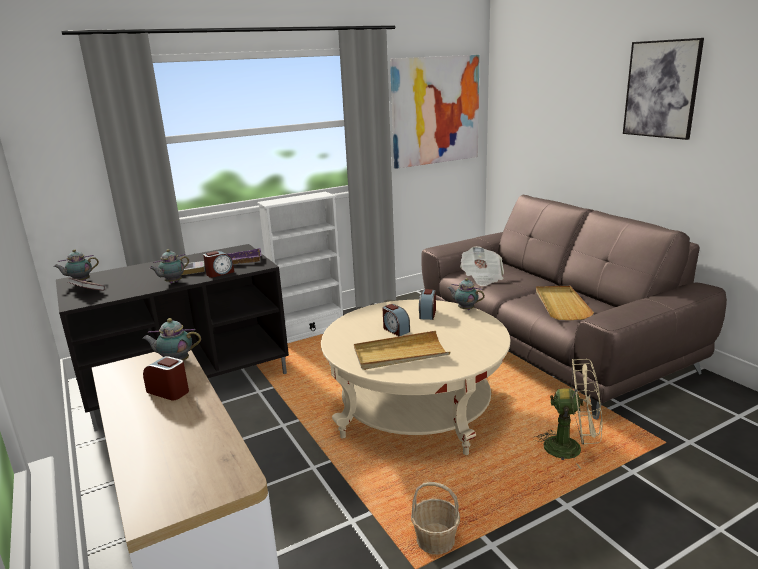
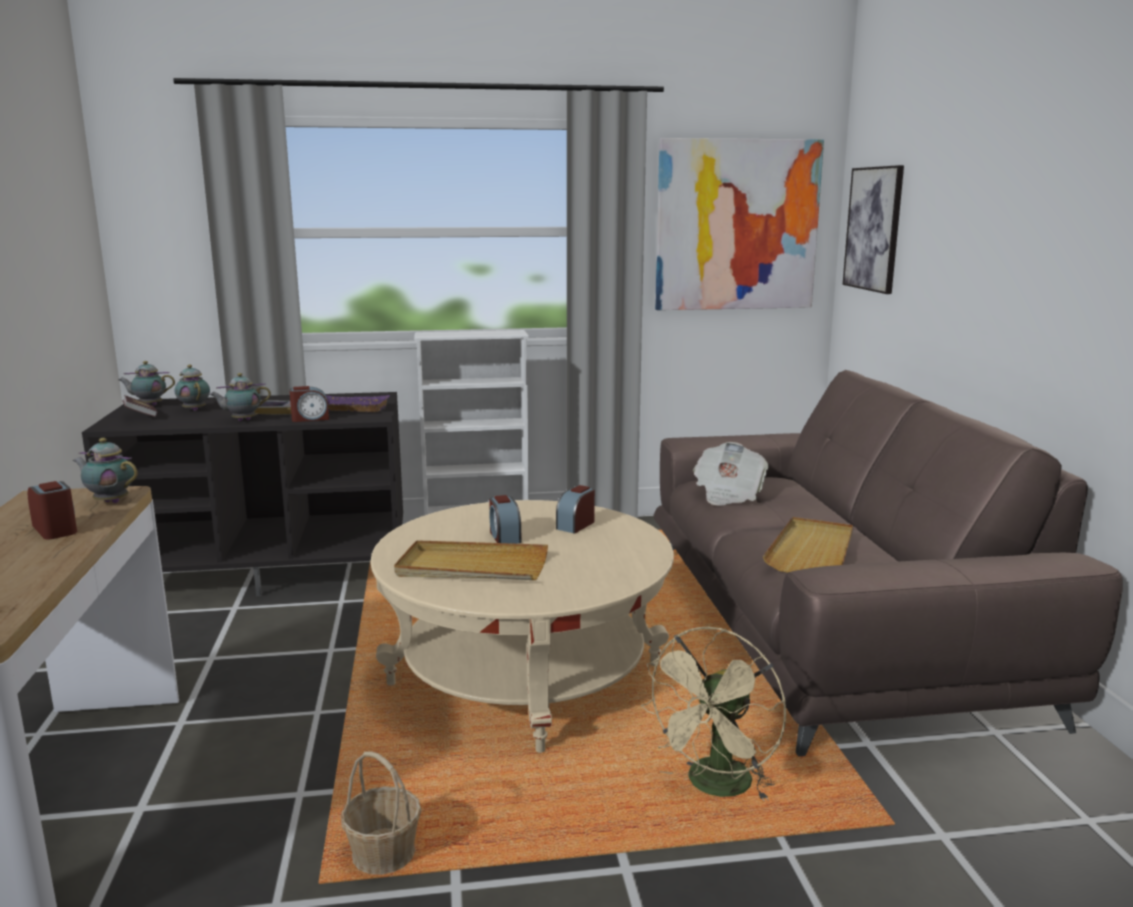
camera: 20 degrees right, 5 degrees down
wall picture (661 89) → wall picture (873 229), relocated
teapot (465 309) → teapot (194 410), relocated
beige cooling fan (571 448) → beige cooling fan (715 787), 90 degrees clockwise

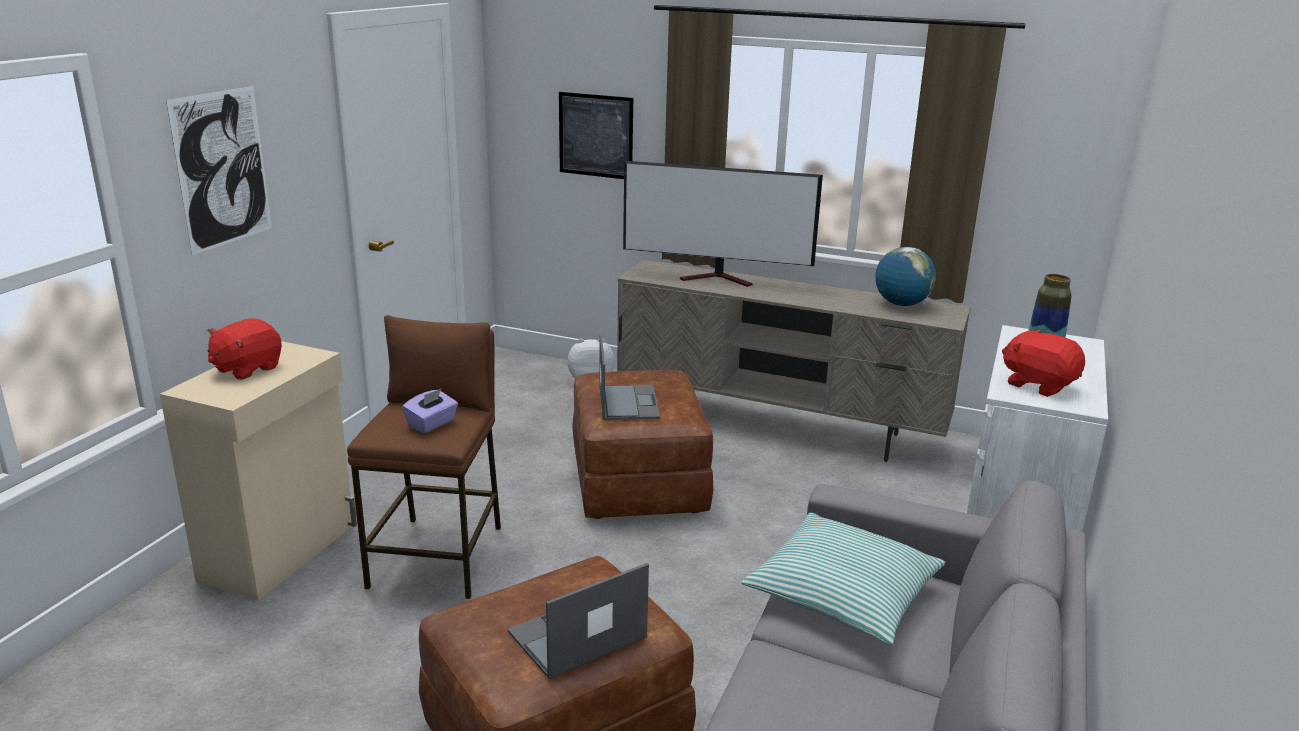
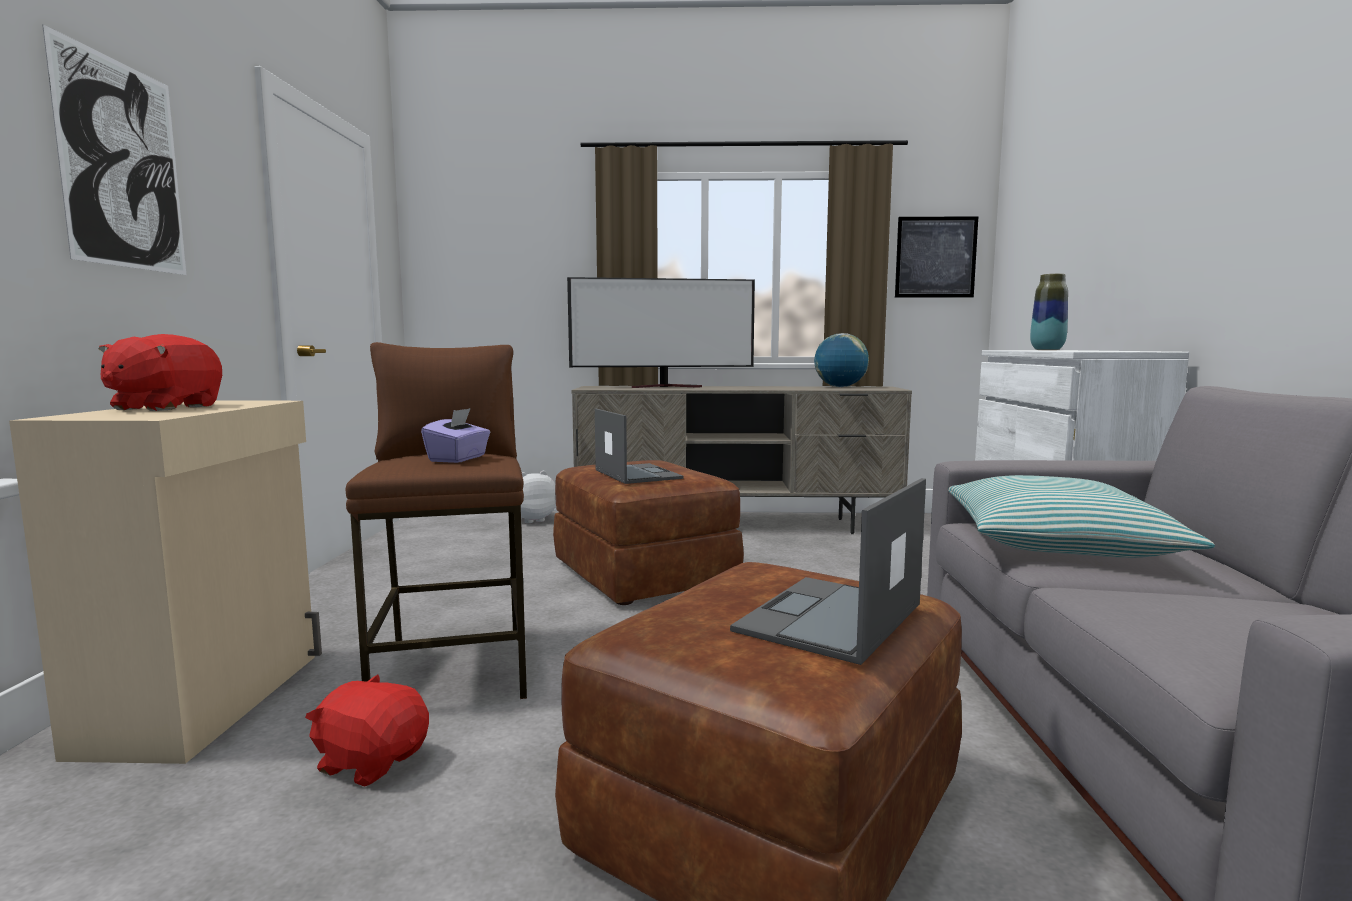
camera: 20 degrees left, 15 degrees down
wall picture (596 135) → wall picture (935 257), relocated
red cuddly toy (1039 384) → red cuddly toy (372 761), relocated

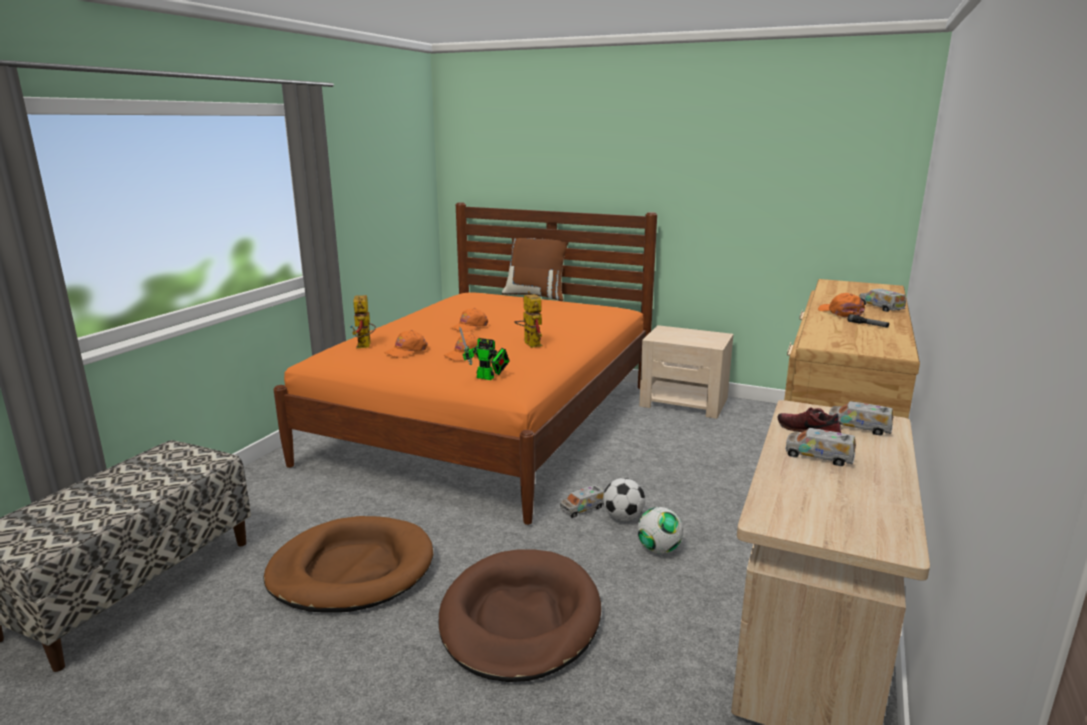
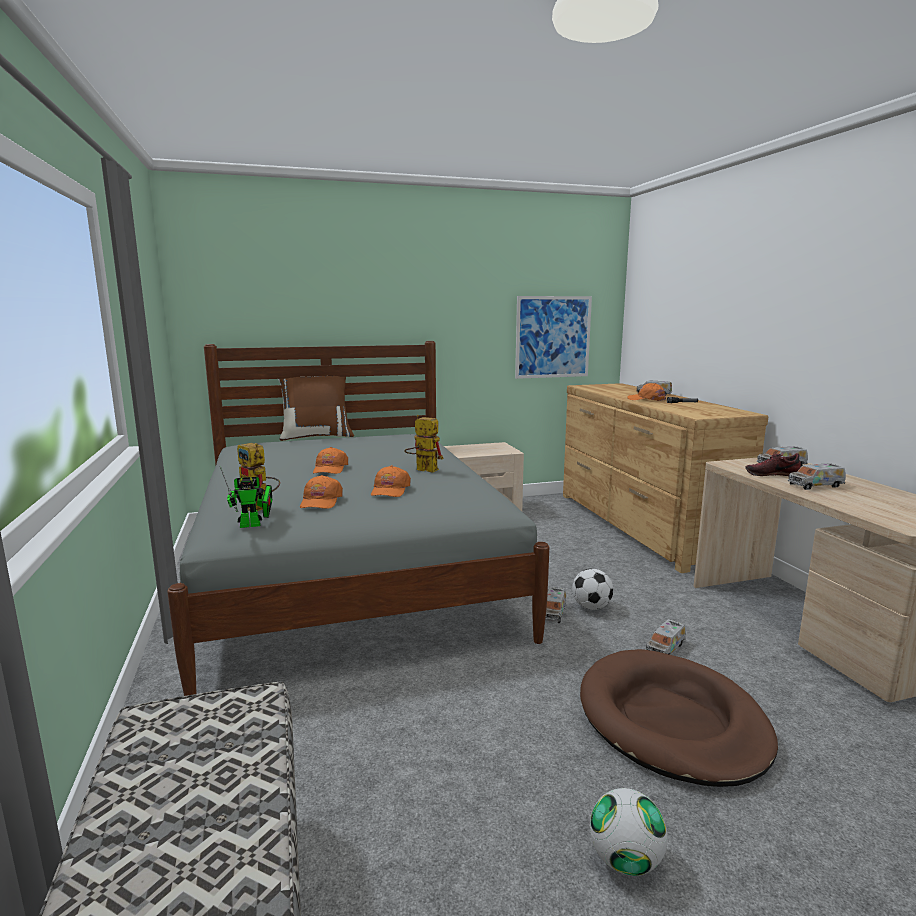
camera: 40 degrees left, 5 degrees down
orangey bed (489 422) → gray bed (350 573)
toy robot (487 378) → toy robot (254 525), relocated
football ball (658 549) → football ball (625 860), relocated
brown-coloured dog cushion (352 570) → -
- → wall picture (553 337)
- → toy truck (665 648)

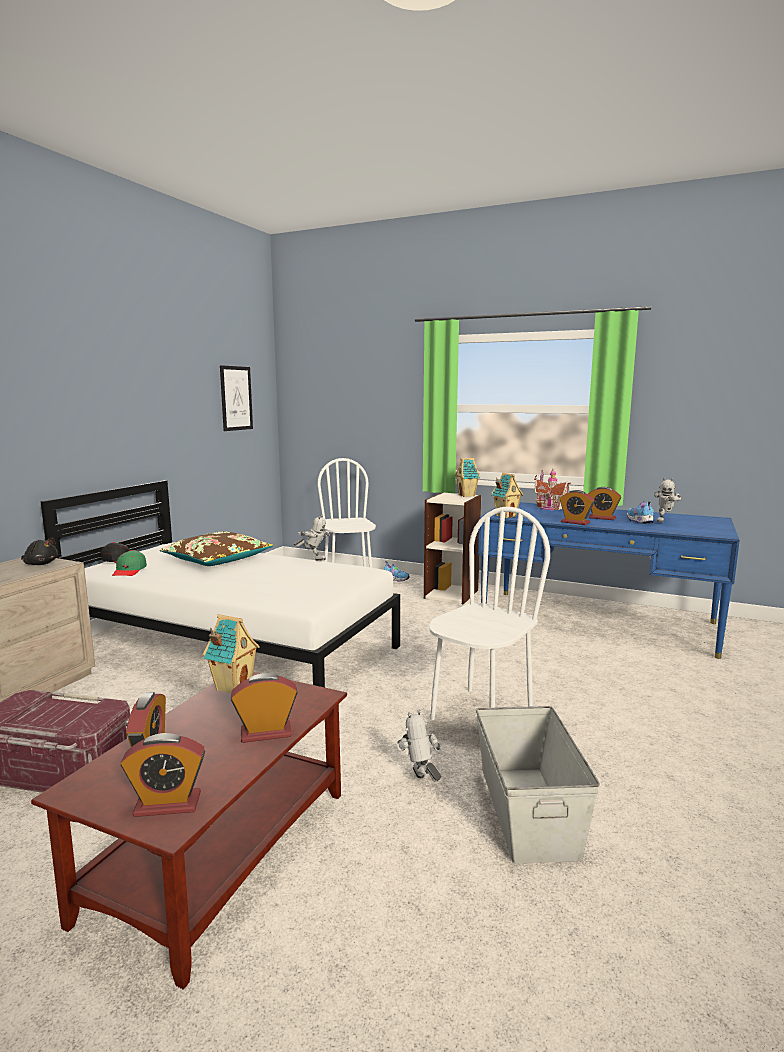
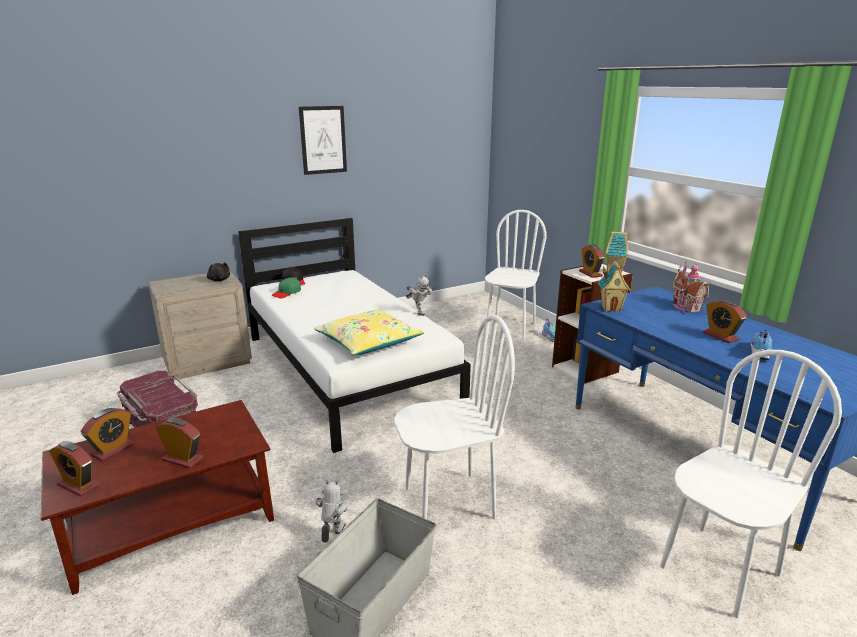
camera: 35 degrees right, 10 degrees up
wall picture (236 398) → wall picture (323 140), relocated
toy robot (664 521) → -
alarm clock (575 522) → alarm clock (590 274), relocated
brown-coloured throw pillow (217 560) → -
model house (233 687) → -
- → yellow-coloured throw pillow (368 342)
- → whitish plain chair (718 570)

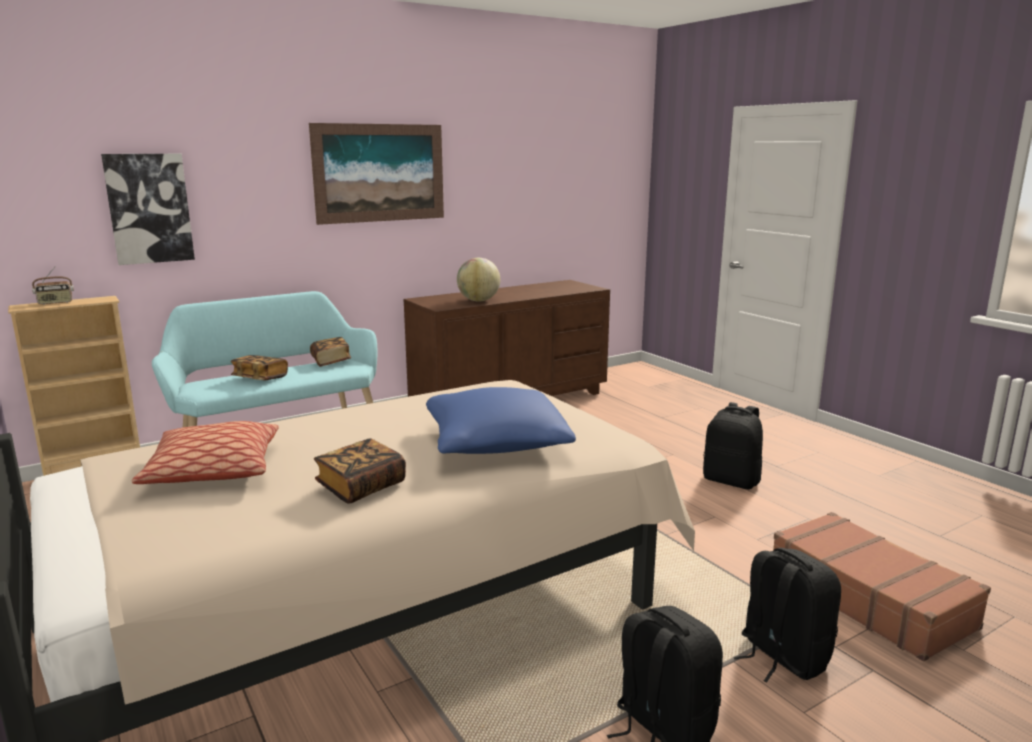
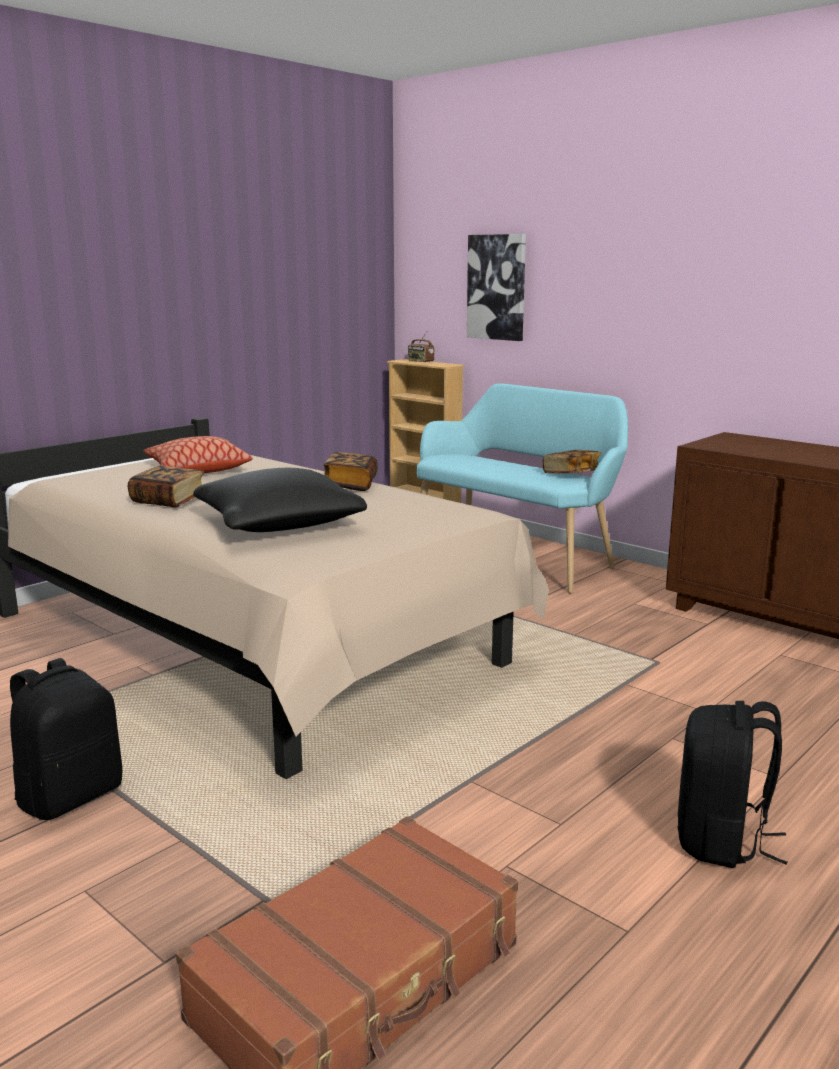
camera: 75 degrees right, 0 degrees up
wall picture (380 173) → -
world globe (478 301) → -
bound book (260 378) → bound book (350 485), relocated
blue-coloured throw pillow (496 443) → blackish throw pillow (278 524)
blackish knapsack (781 656) → -

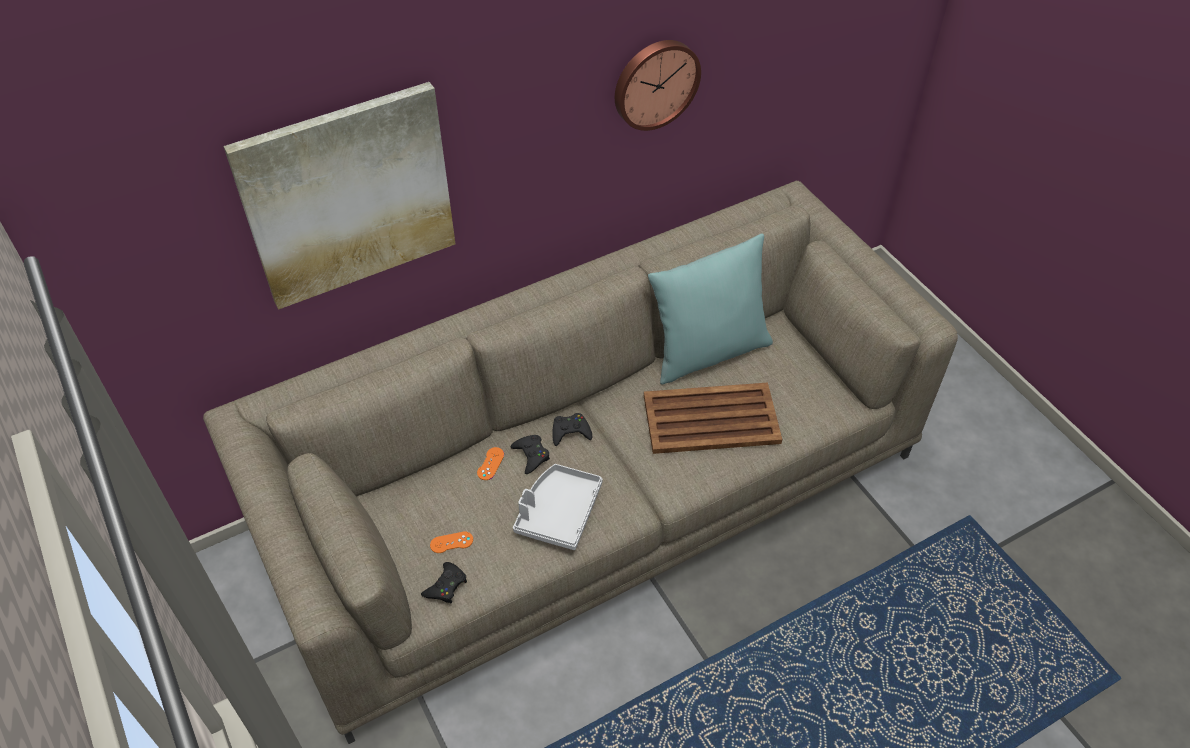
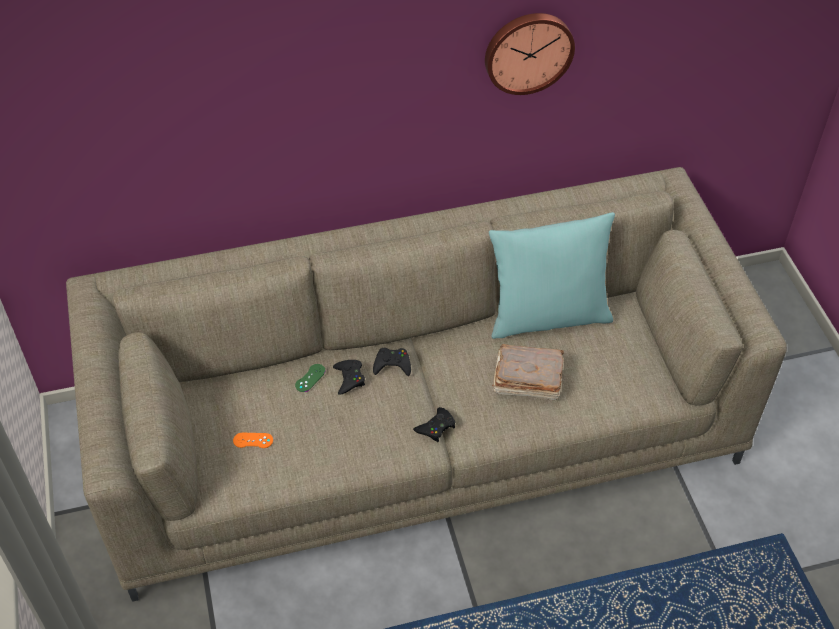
camera: 15 degrees right, 0 degrees up
wall picture (348 196) → -
brown-coloured serving tray (709 419) → brown-coloured bound book (526 380)
orangey gamepad (490 464) → greenish gamepad (310 378)
gray serving tray (558 512) → -
blackish gamepad (446 586) → blackish gamepad (436 427), relocated

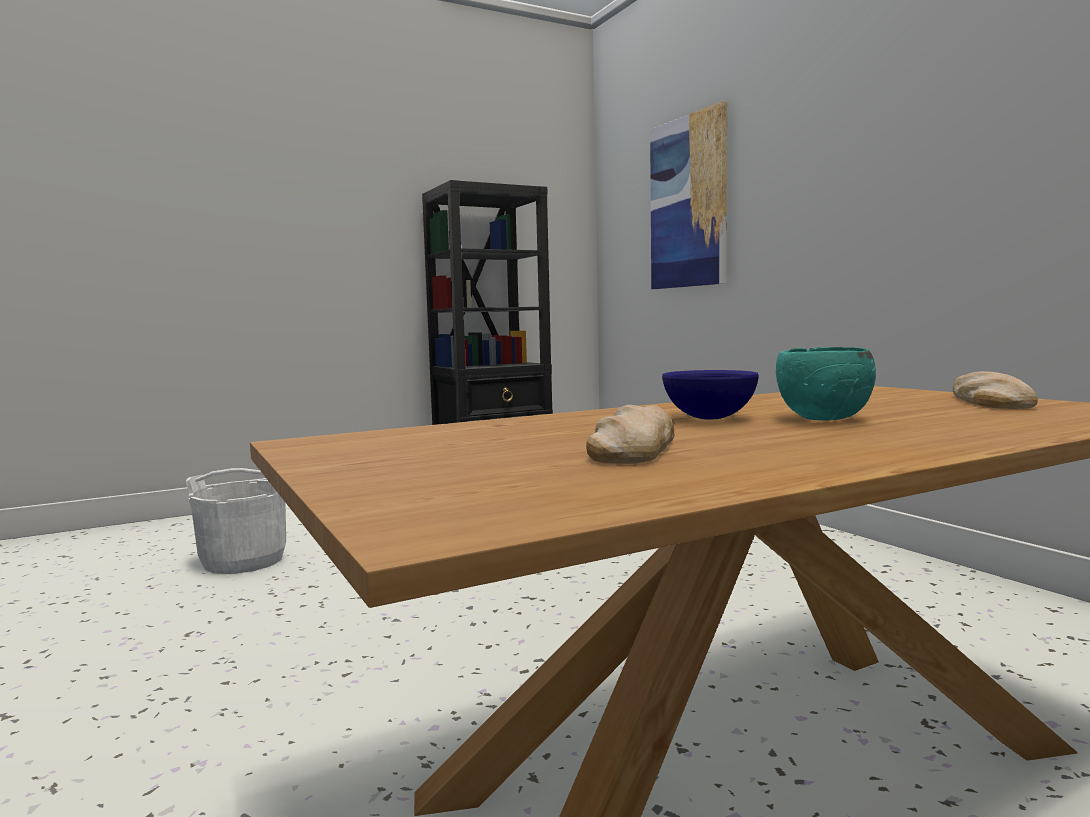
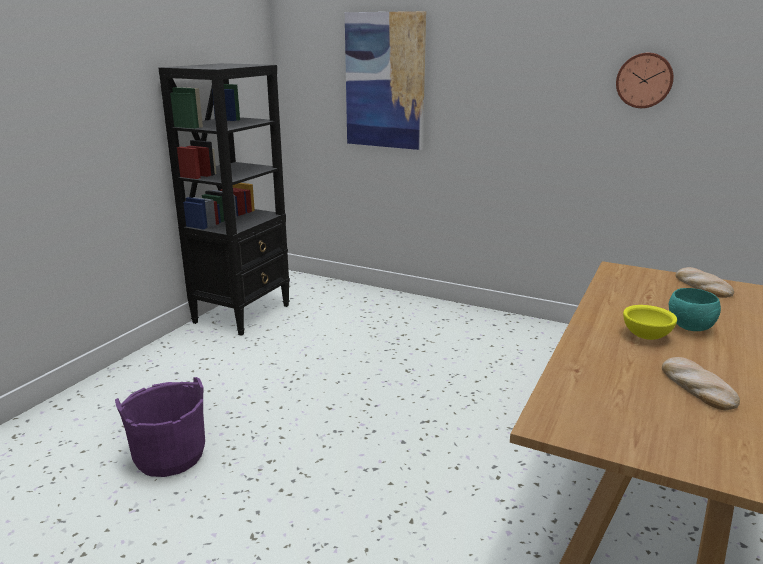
camera: 35 degrees left, 15 degrees up
blue-coloured bowl (710 418) → yellow-coloured bowl (646 336)
whitish bucket (244 561) → purple bucket (170 456)
- → hanging clock (644 80)

